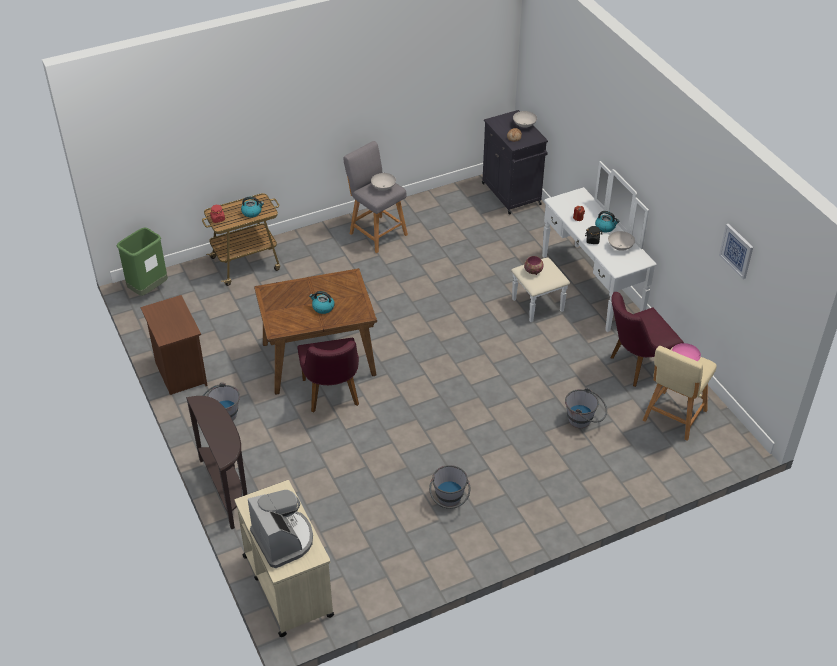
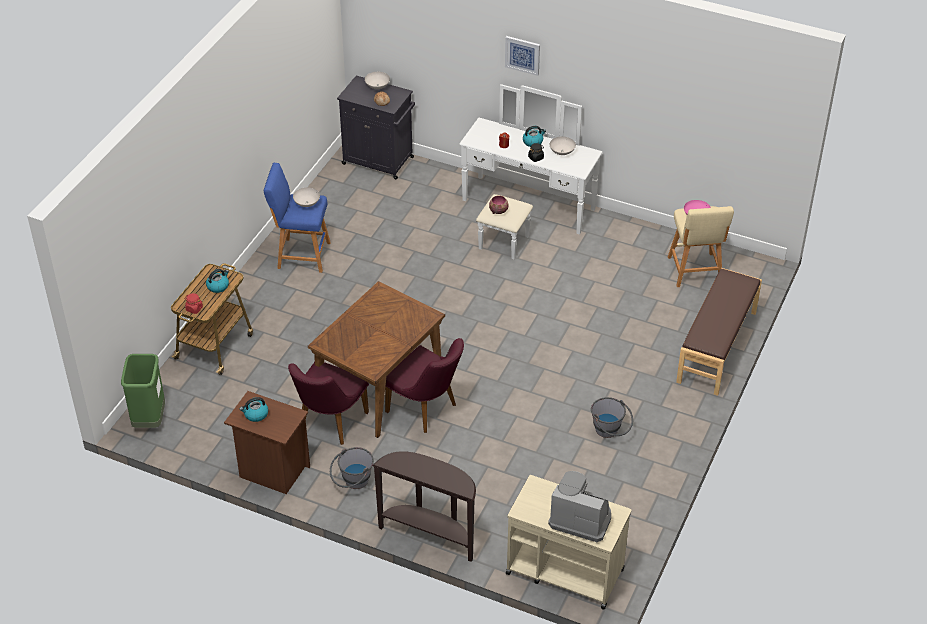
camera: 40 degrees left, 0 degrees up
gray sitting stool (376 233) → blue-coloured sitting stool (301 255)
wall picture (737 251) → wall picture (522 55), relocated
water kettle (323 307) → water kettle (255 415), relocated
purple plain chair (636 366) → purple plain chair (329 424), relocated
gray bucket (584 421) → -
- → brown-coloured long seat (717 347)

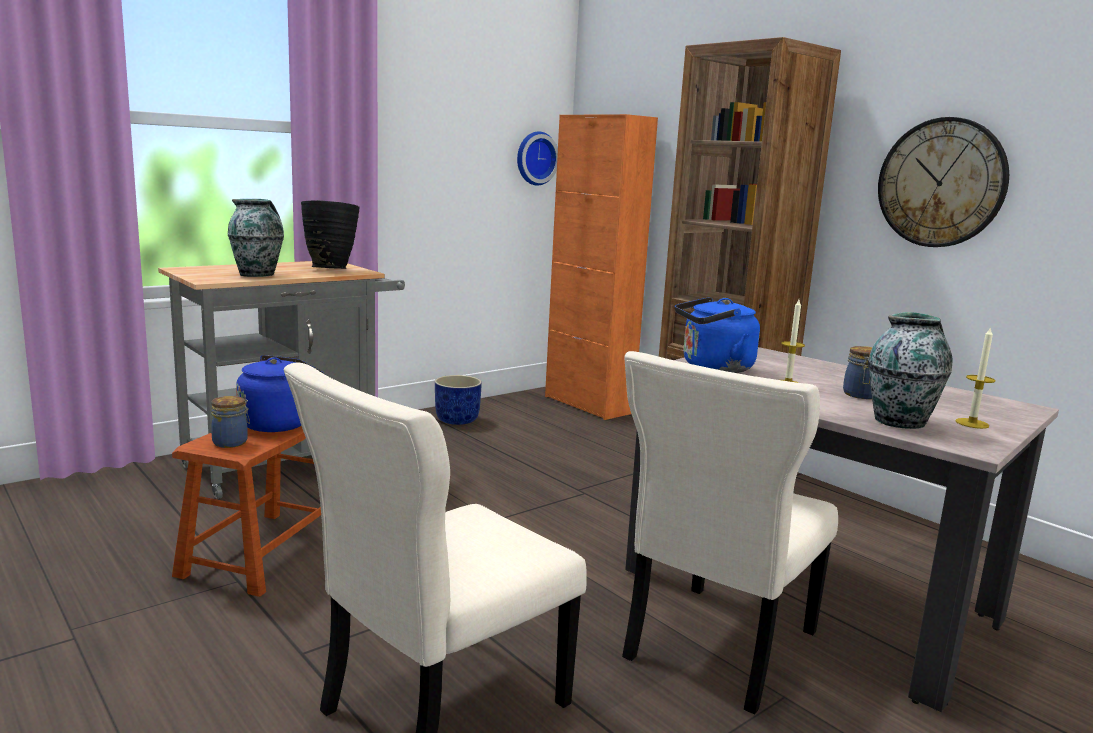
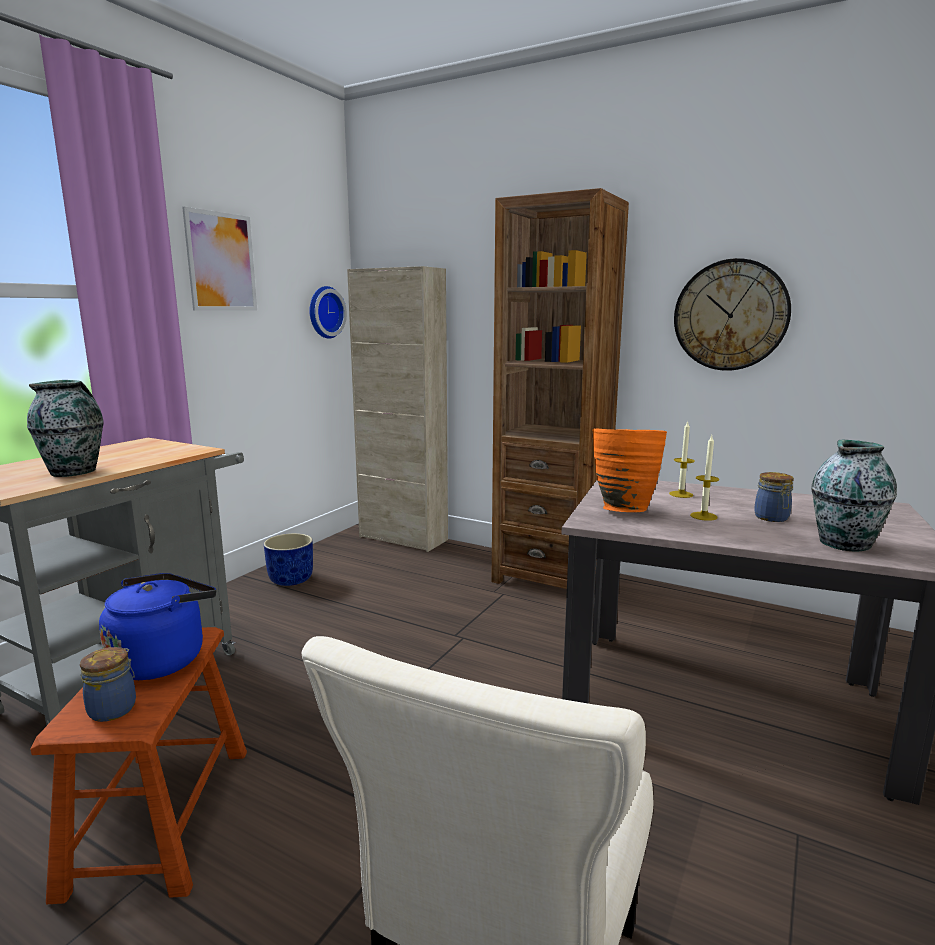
camera: 20 degrees left, 0 degrees up
orangey cupboard (588 405) → beige cupboard (403 538)
blackish flower vase (330 269) → -
blue-coloured water kettle (713 368) → orangey flower vase (622 509)
candle (972 423) → candle (681 494), relocated
beige plain chair (716 648) → -
- → wall picture (221 262)

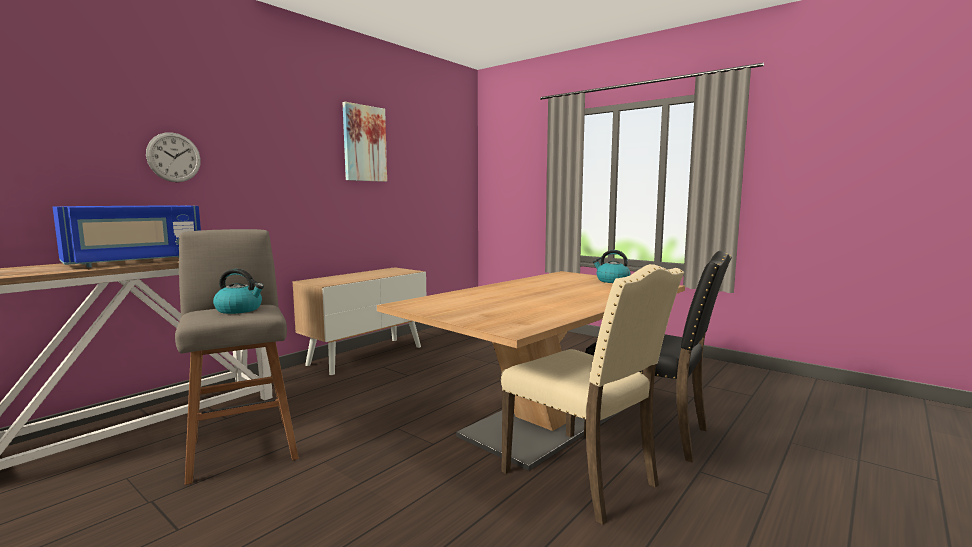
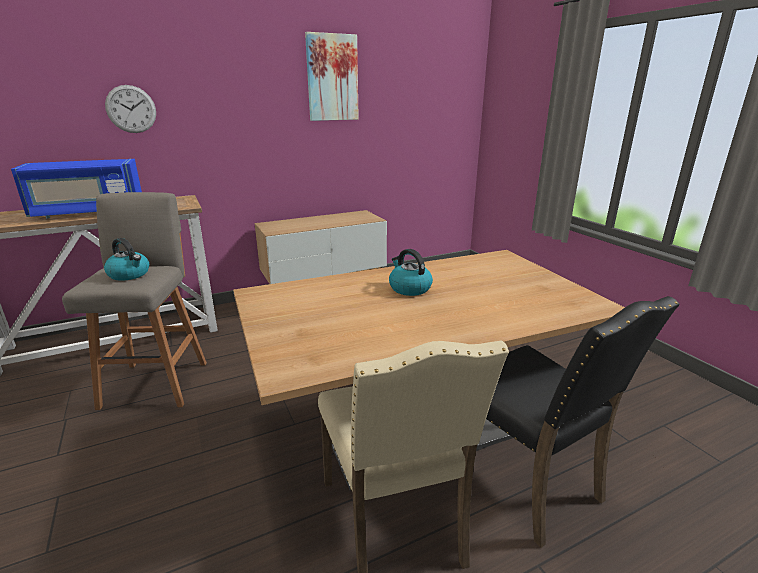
camera: 25 degrees right, 15 degrees up
water kettle (612 281) → water kettle (409 288), relocated

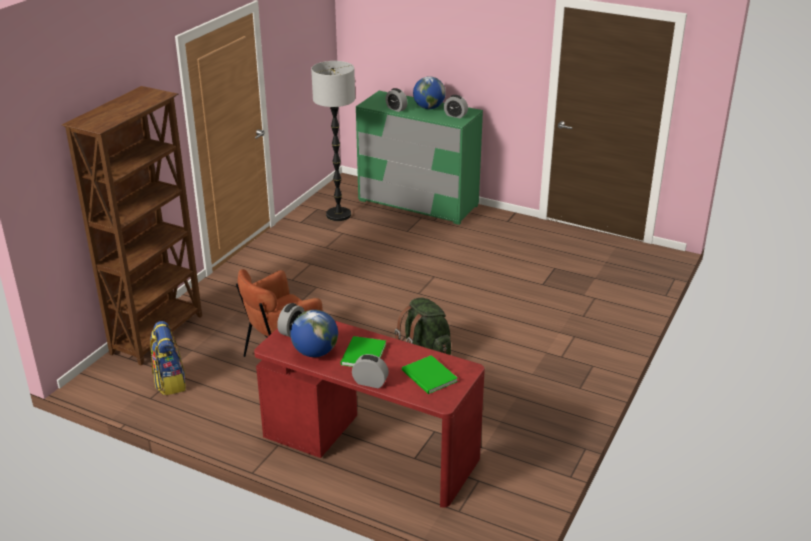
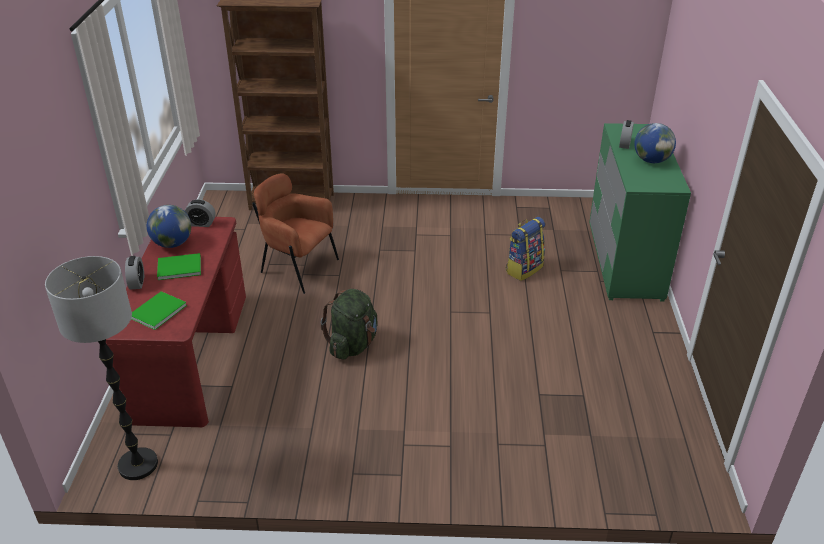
camera: 65 degrees right, 5 degrees up
floor lamp (338 215) → floor lamp (138 465), relocated
alarm clock (455 115) → -
knapsack (169 382) → knapsack (524 269), relocated

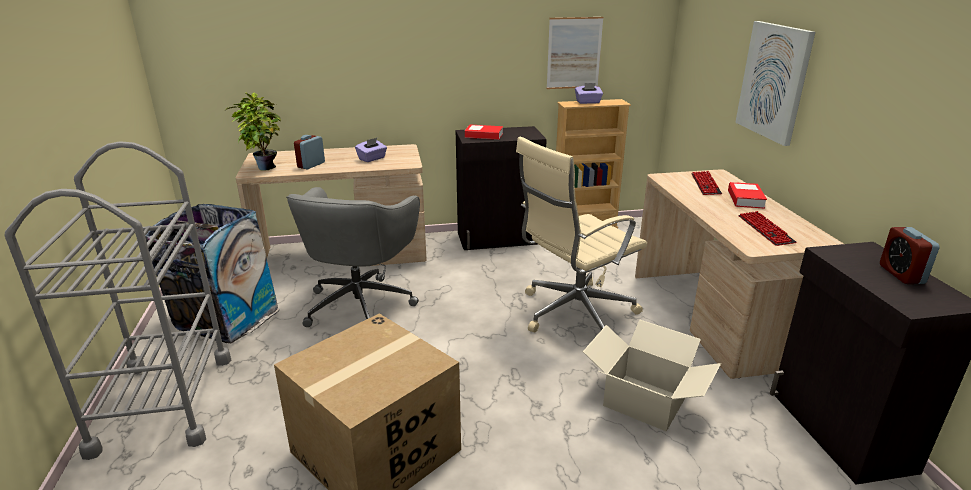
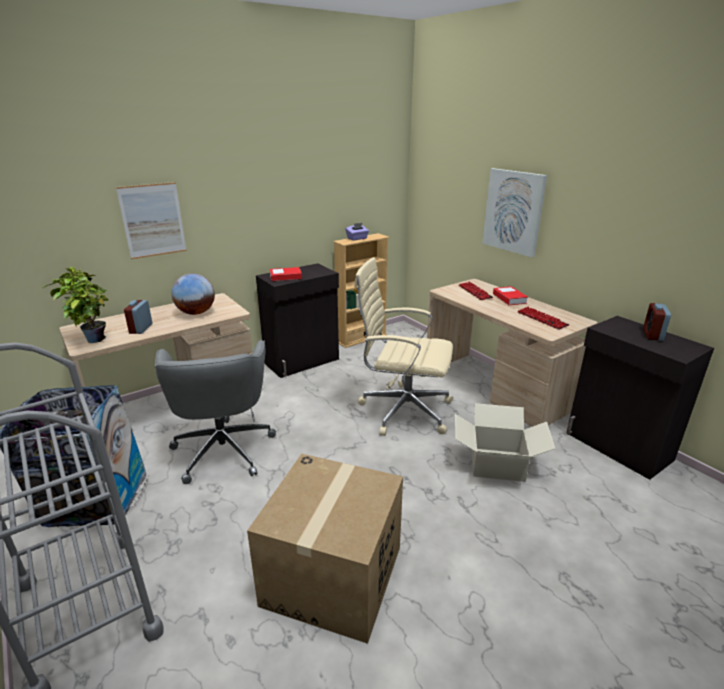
camera: 25 degrees left, 0 degrees up
wall picture (574 53) → wall picture (153 220), relocated
beige office chair (573 313) → beige office chair (403 410), 75 degrees clockwise
purple tissue holder (372 159) → world globe (196 313)
alarm clock (901 274) → alarm clock (652 335), 45 degrees clockwise

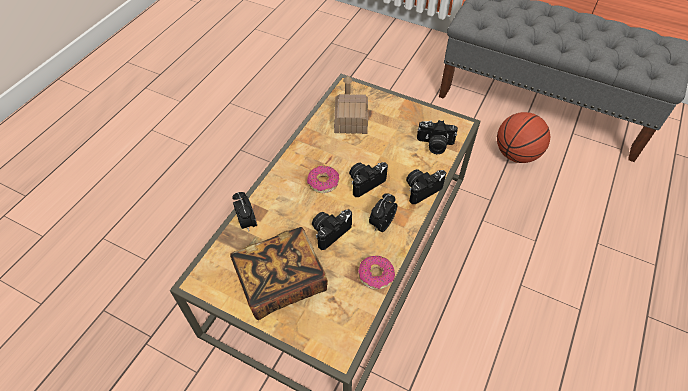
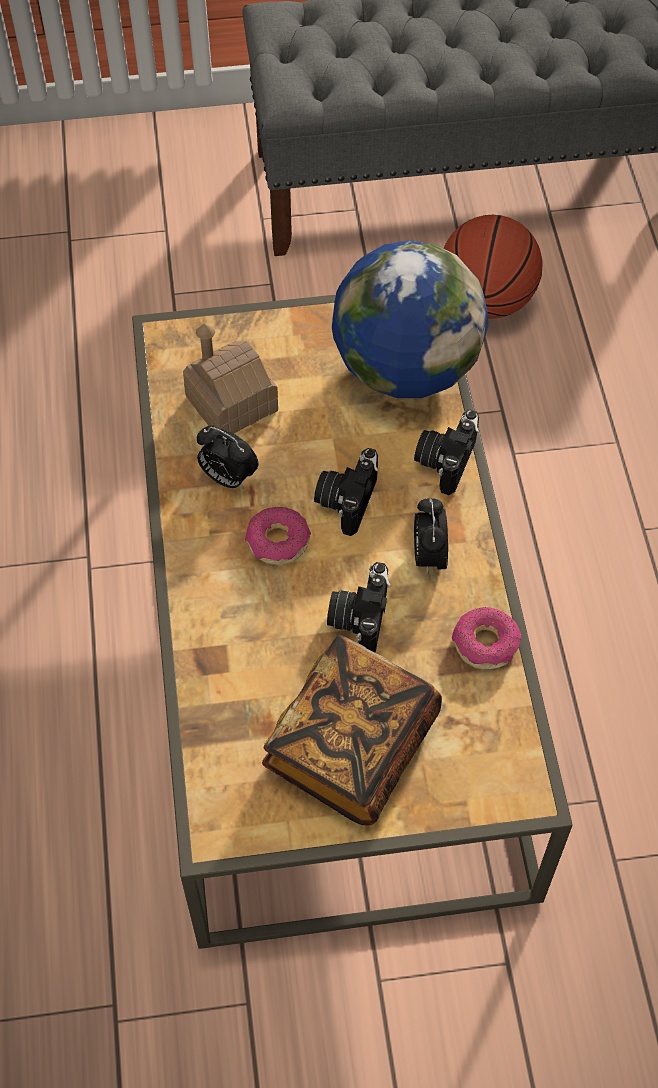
camera: 35 degrees left, 5 degrees up
photo camera (434 145) → world globe (405 369)
alarm clock (247 222) → alarm clock (227 478), relocated

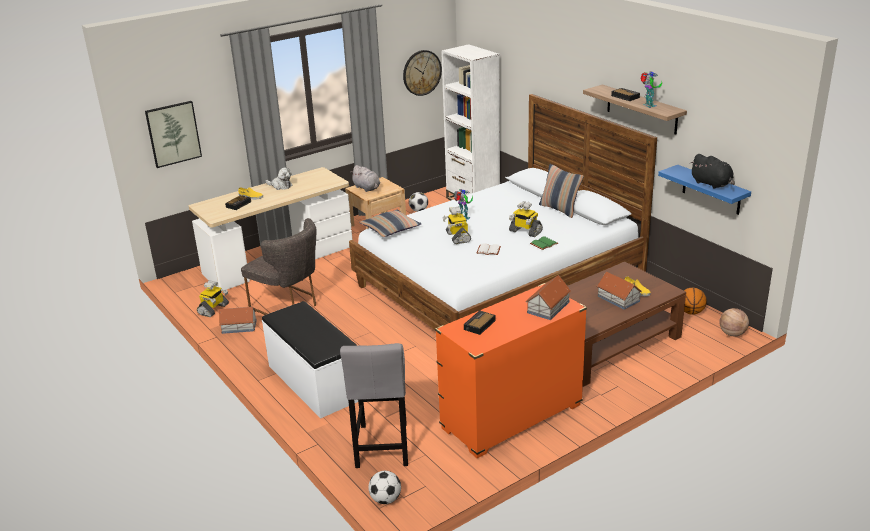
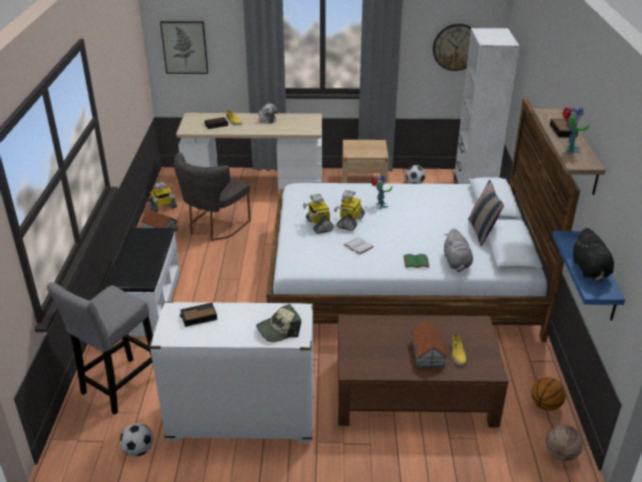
camera: 35 degrees right, 5 degrees up
gray cuddly toy (367 188) → gray cuddly toy (457 263), relocated
toy robot (525 231) → toy robot (318 225), relocated
throw pillow (390 229) → -
gray plain chair (289 305) → gray plain chair (214 227), 45 degrees clockwise
model house (548 307) → cap (279 330)
orangey dresser (511 417) → whitish dresser (242 419)
football ball (385 499) → football ball (138 450), relocated

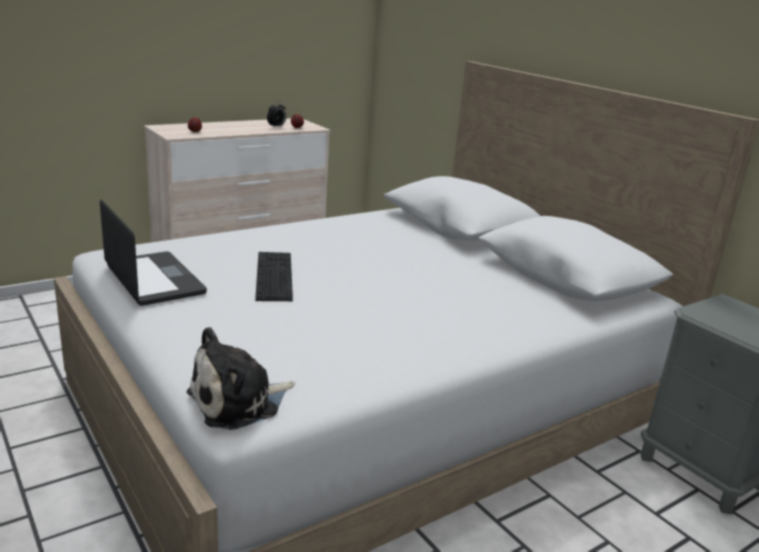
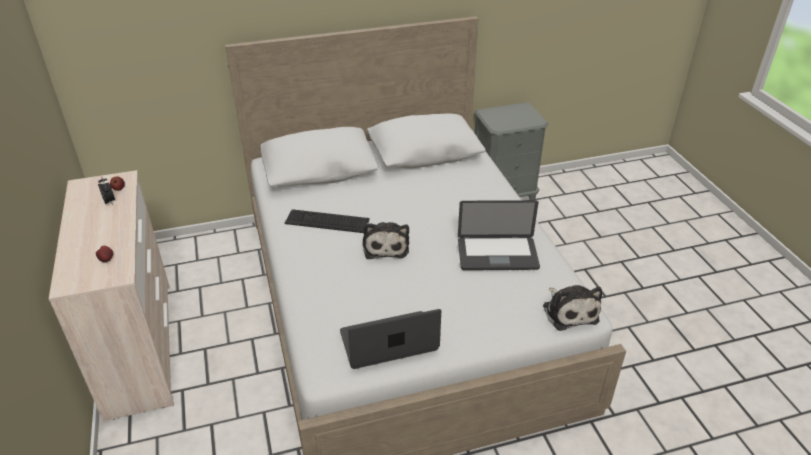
camera: 70 degrees left, 15 degrees up
keyboard (274 275) → keyboard (327 221), relocated
- → laptop (497 255)
- → cuddly toy (386 246)

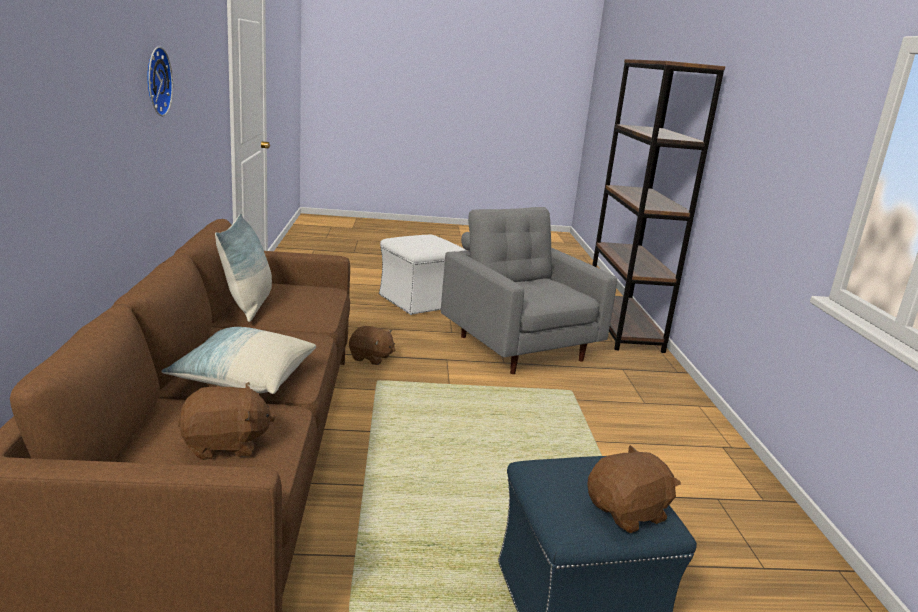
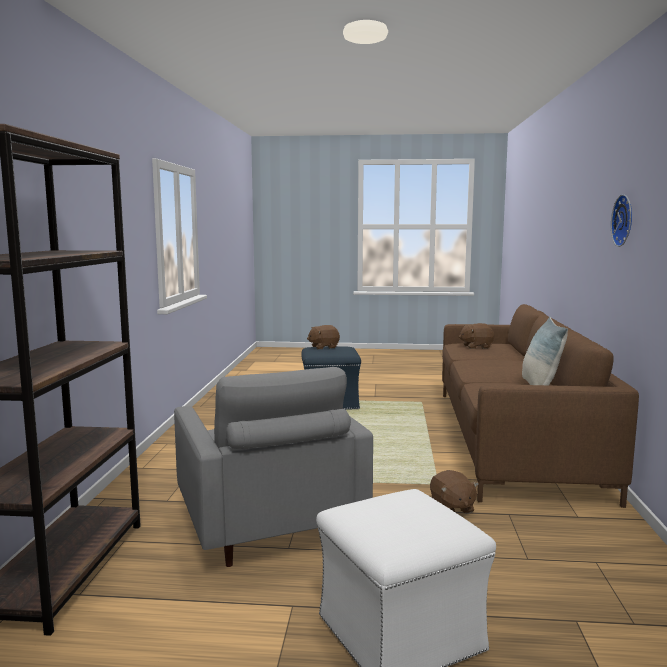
camera: 170 degrees left, 10 degrees down
brown-coloured cuddly toy (371 358) → brown-coloured cuddly toy (452 508), 135 degrees counterclockwise
throw pillow (244 378) → -

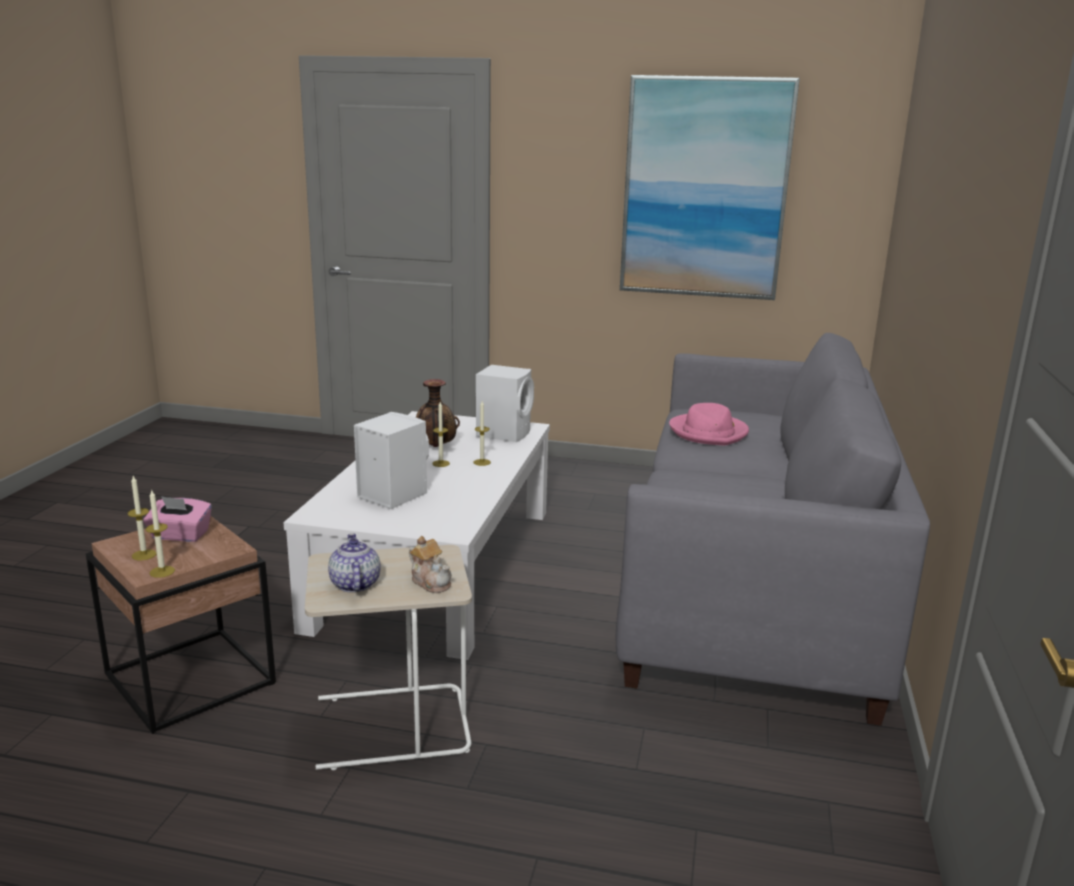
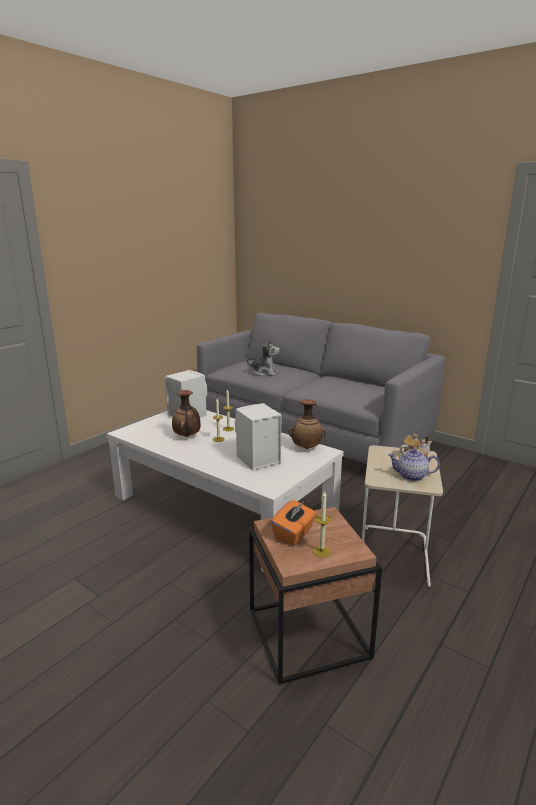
camera: 65 degrees left, 0 degrees up
wall picture (705 189) → -
pink-coloured wearable hat (709 432) → cuddly toy (264 373)
candle (162 571) → -
pink-coloured tissue holder (180 535) → orangey tissue holder (294 534)
- → flower vase (306 448)

